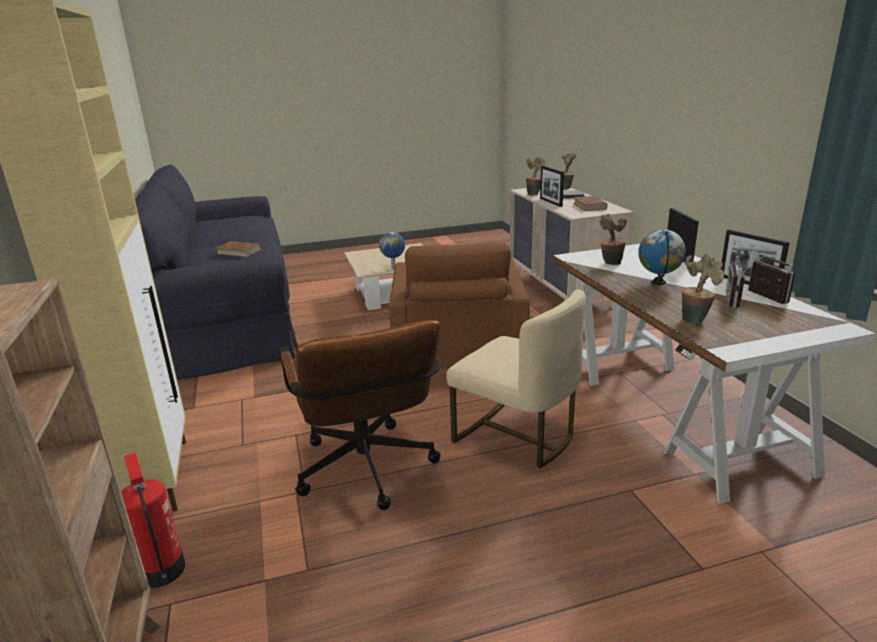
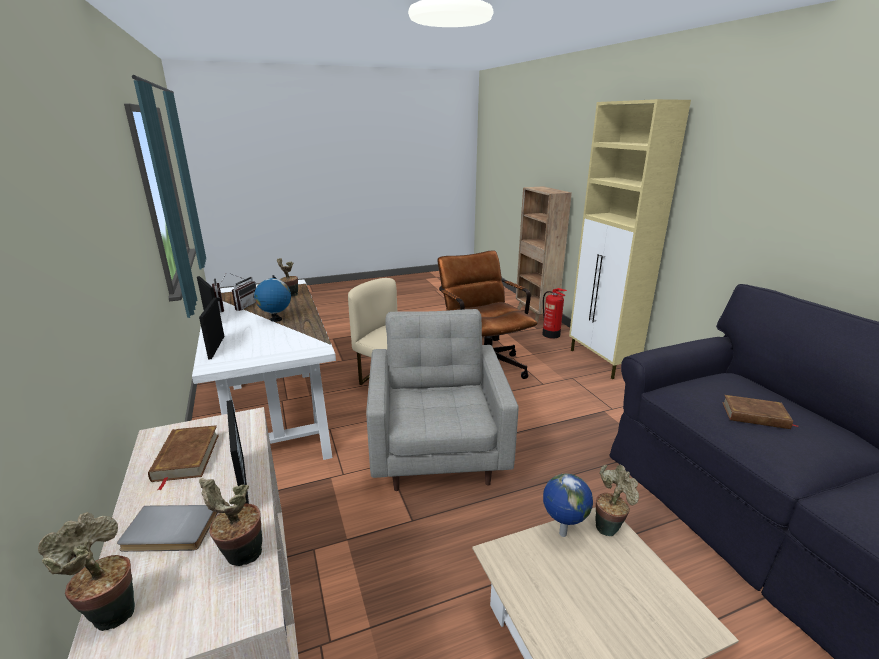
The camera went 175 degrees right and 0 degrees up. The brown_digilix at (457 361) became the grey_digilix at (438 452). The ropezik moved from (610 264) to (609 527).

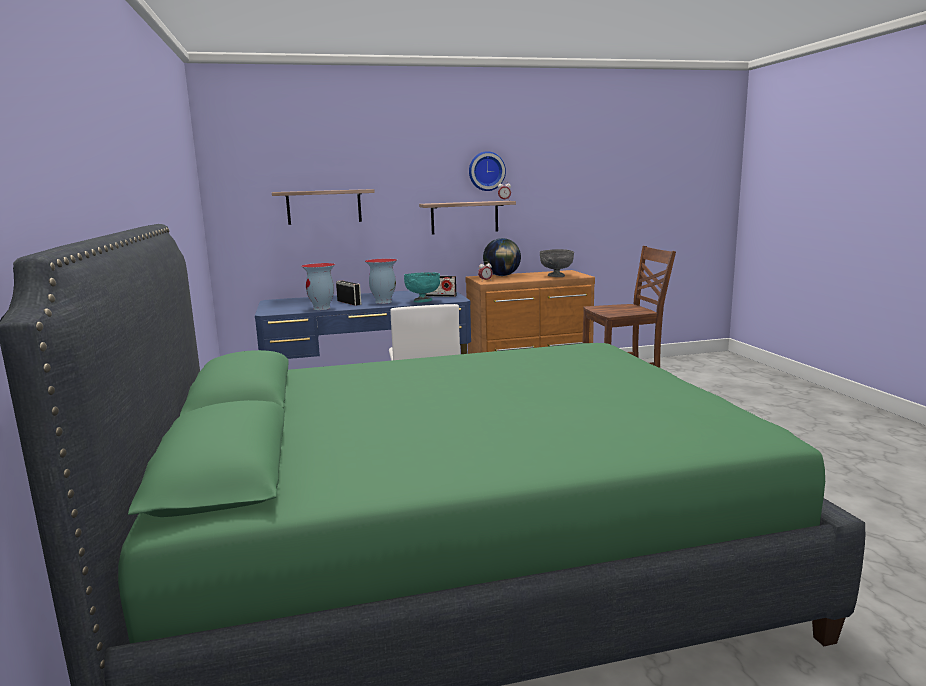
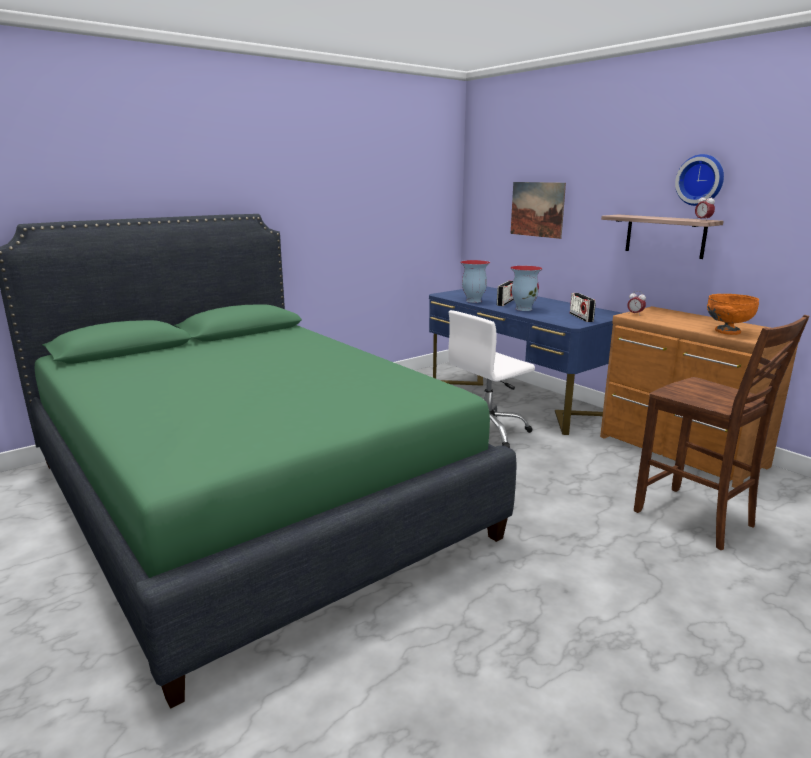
The camera went 65 degrees right and 5 degrees up. The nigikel at (324 207) was replaced by the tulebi at (537 209). The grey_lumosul at (556 276) became the orange_lumosul at (727 332). The turquoise_lumosul at (423 301) disappeared. The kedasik at (502 276) disappeared.

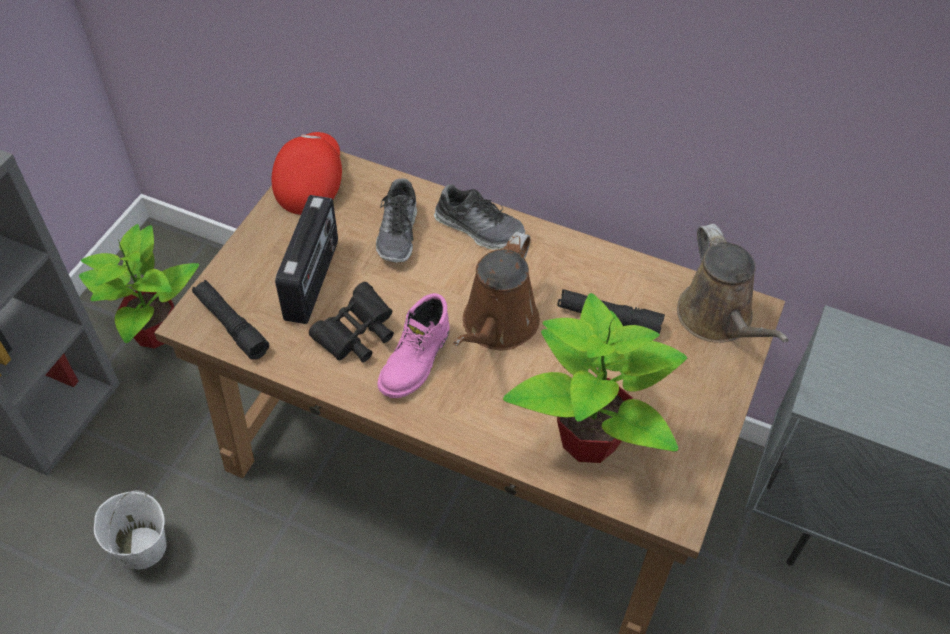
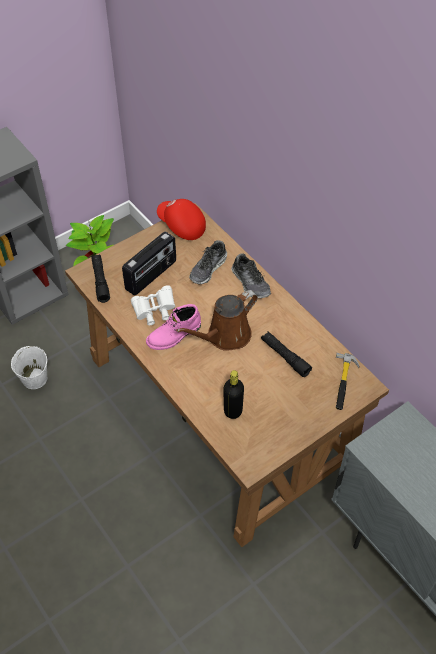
The camera went 30 degrees right and 0 degrees up. The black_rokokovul at (357 336) became the white_rokokovul at (154 311). The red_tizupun at (309 183) turned 90 degrees counterclockwise. The ropezik at (590 439) was replaced by the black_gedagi at (233 411). The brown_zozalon at (718 319) was replaced by the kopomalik at (343 382).

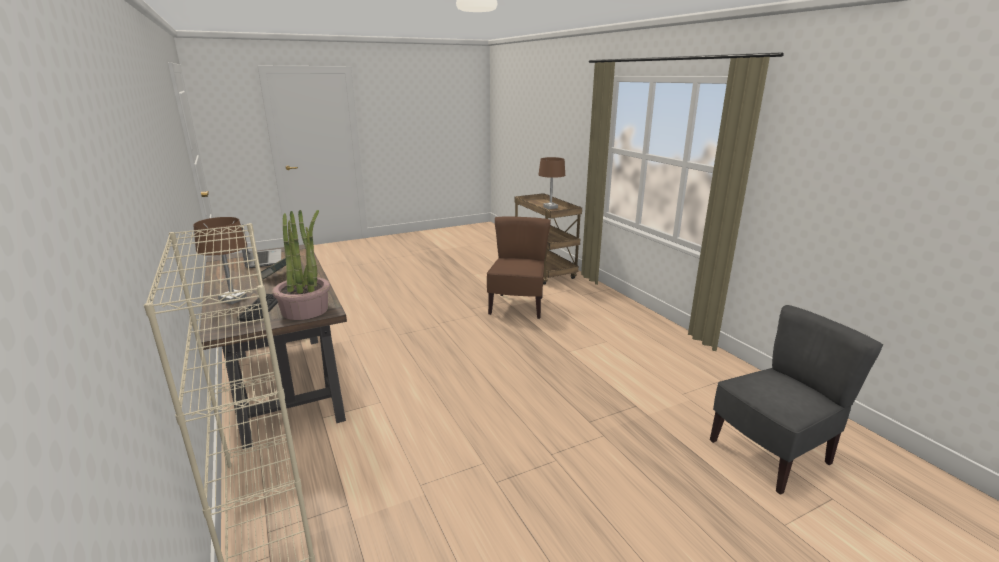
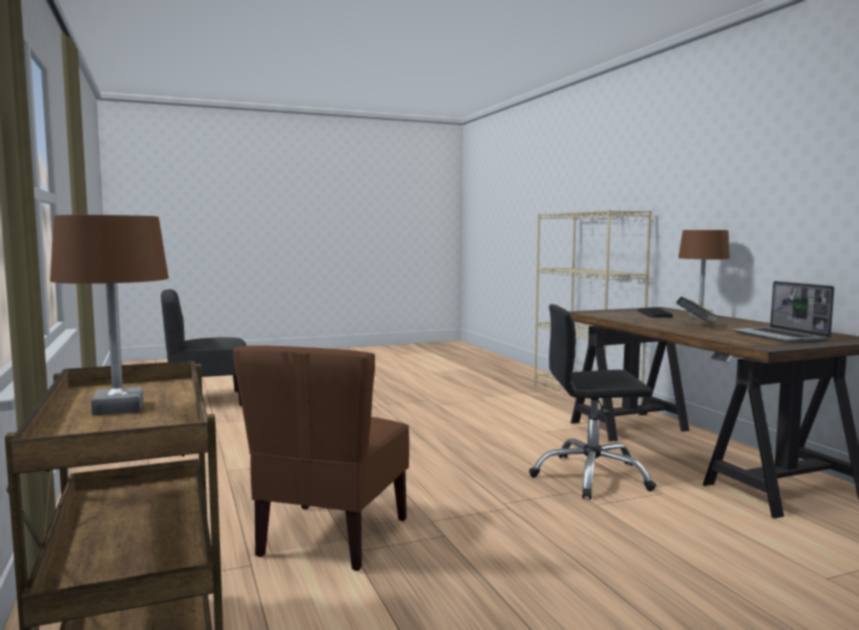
The camera went 175 degrees left and 15 degrees down. The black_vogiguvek at (591 476) appeared. The ropezik at (305 309) disappeared.

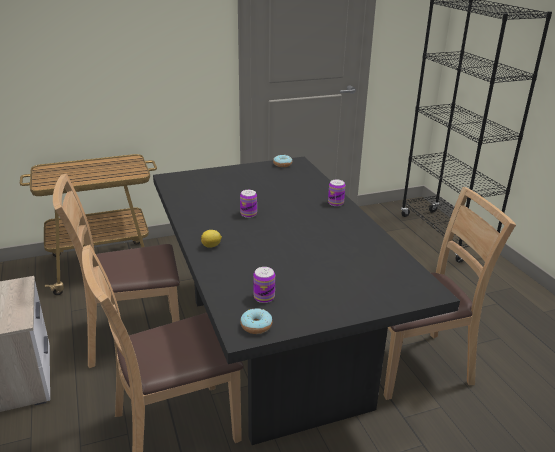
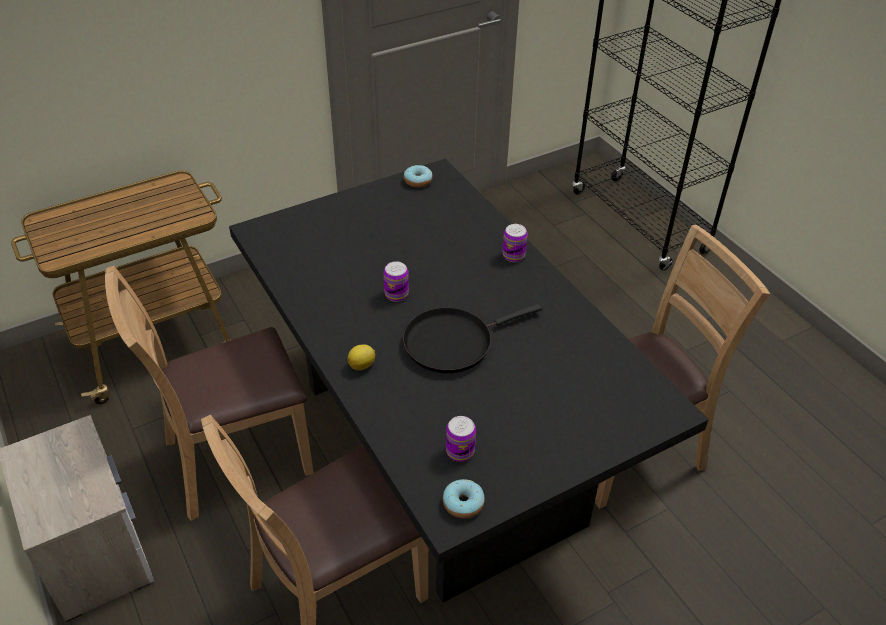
The camera went 10 degrees left and 15 degrees up. The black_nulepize at (453 342) appeared.

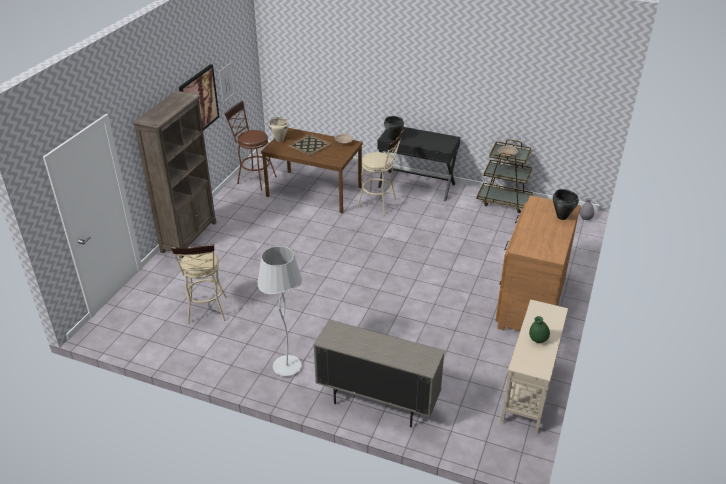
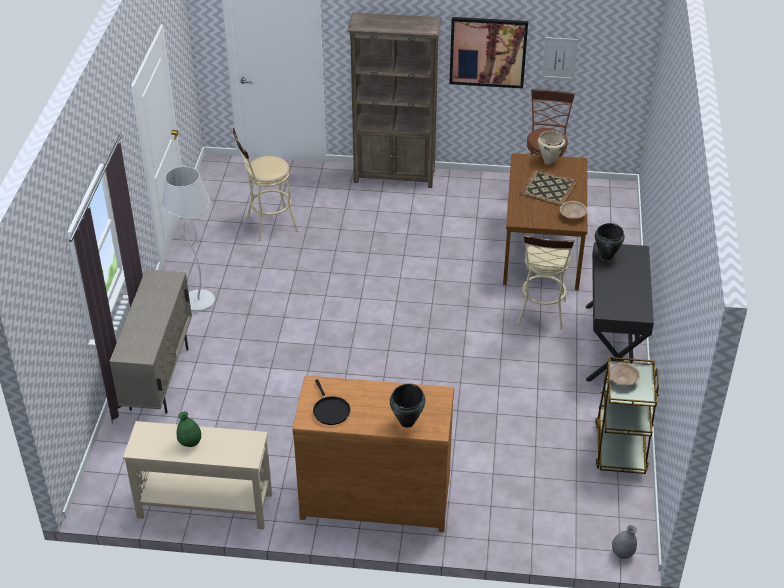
The camera went 75 degrees right and 5 degrees up. The black_nulepize at (330 410) appeared.

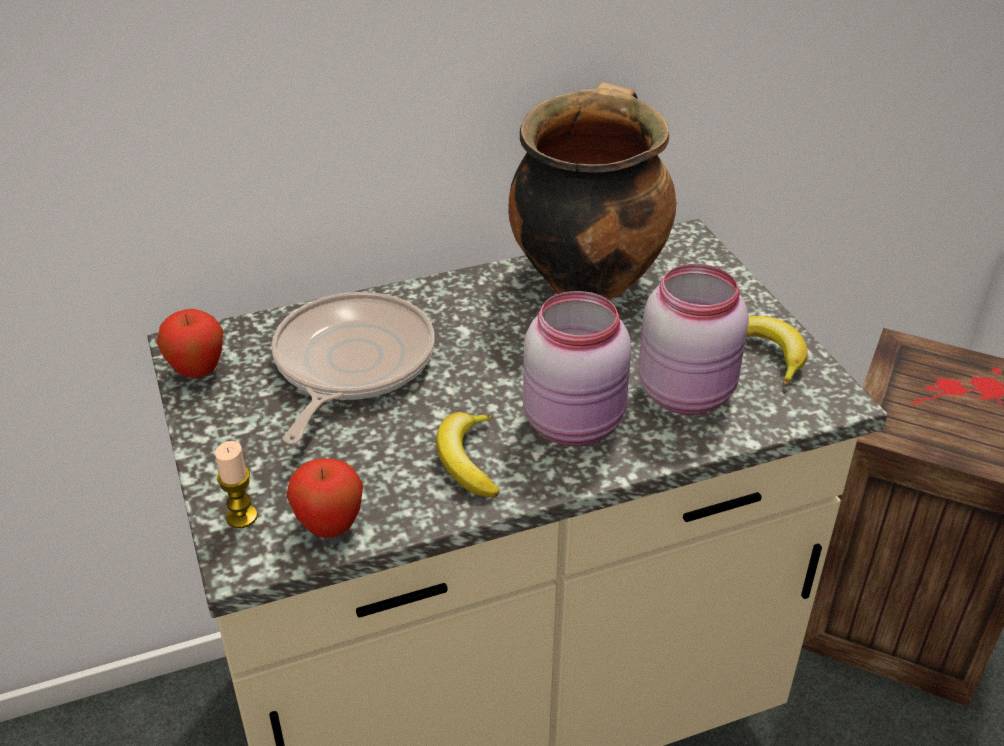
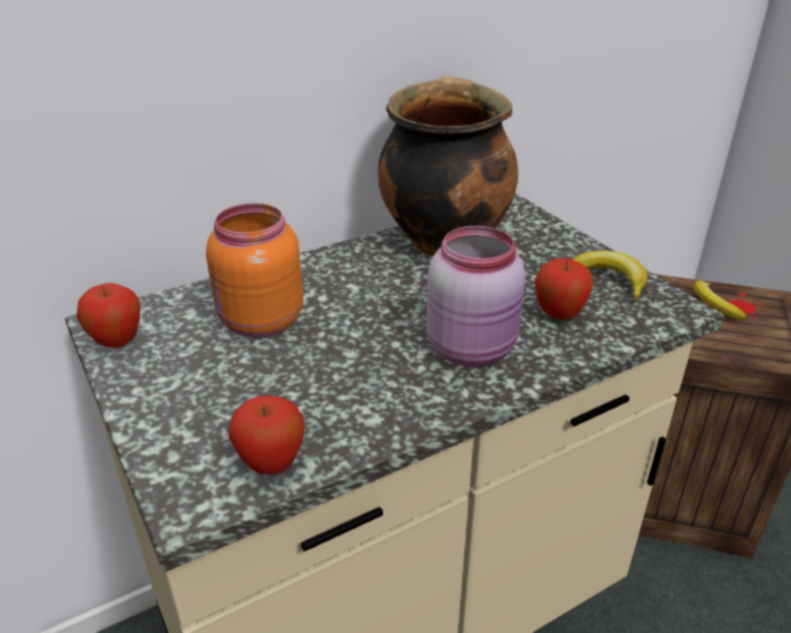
The camera went 10 degrees left and 5 degrees down. The nulepize at (350 364) was replaced by the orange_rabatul at (259 323). The pink_rabatul at (688 392) was replaced by the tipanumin at (558 315). The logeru moved from (468 460) to (713 305). The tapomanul at (241 517) disappeared.

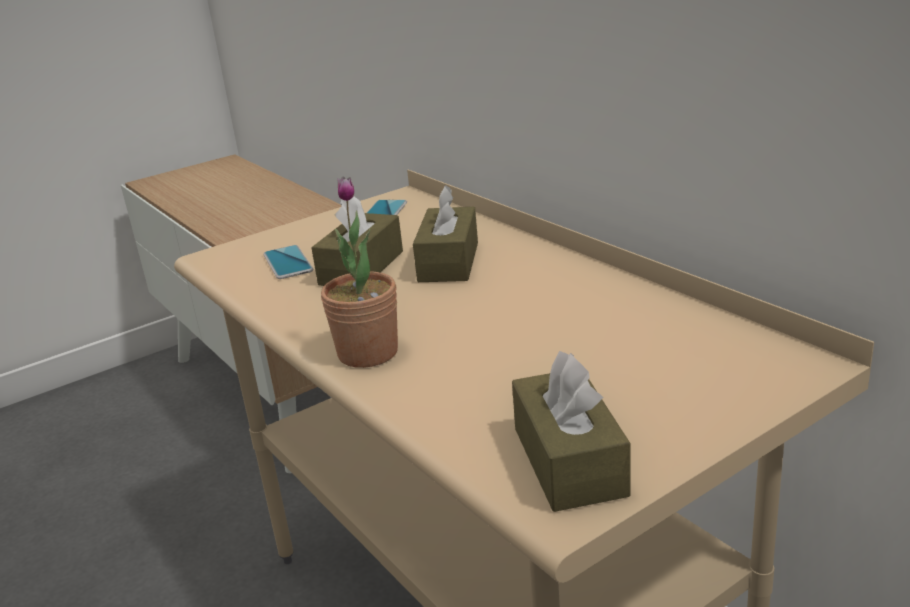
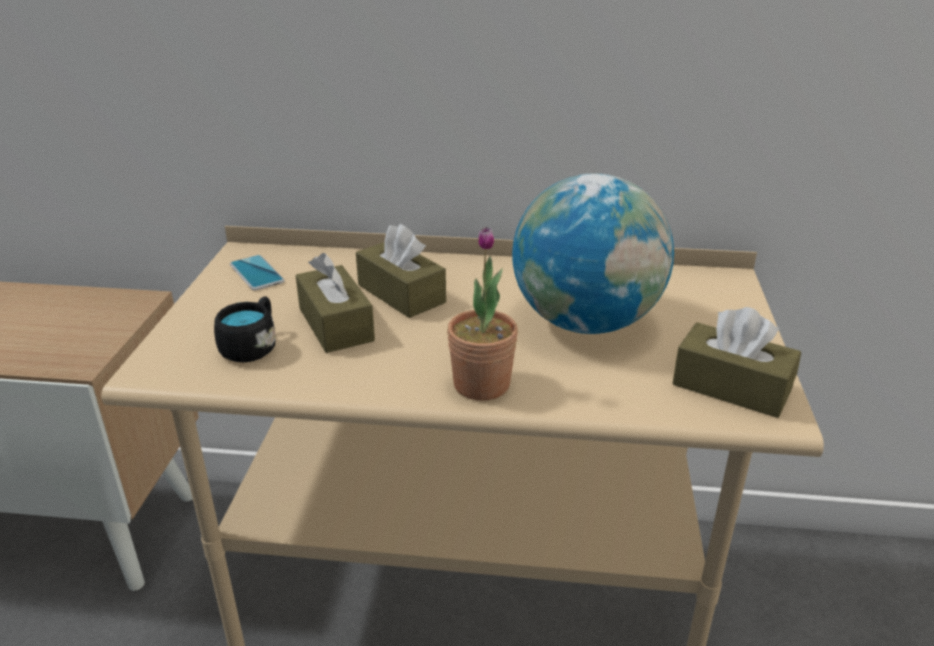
The camera went 50 degrees left and 5 degrees up. The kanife at (288 263) was replaced by the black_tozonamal at (252 346). The kedasik at (586 322) appeared.

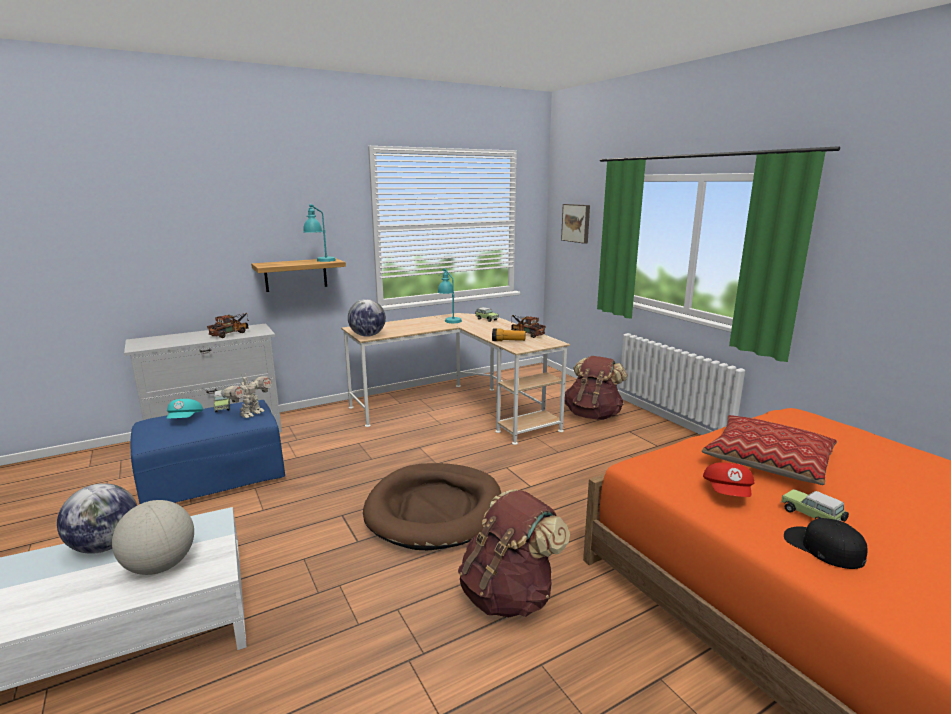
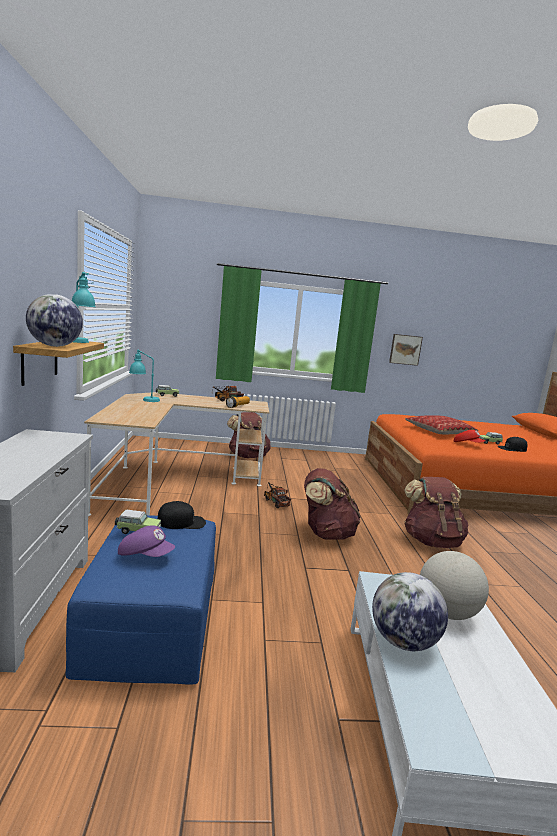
The camera went 65 degrees left and 5 degrees down. The kedasik moved from (367 335) to (55 346). The turquoise_tizupun at (185 419) became the purple_tizupun at (146 555). The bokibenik at (251 414) was replaced by the black_tizupun at (181 522). The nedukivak moved from (231 333) to (275 502). The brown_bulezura at (435 509) was replaced by the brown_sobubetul at (326 534). The tulebi moved from (576 223) to (405 349).

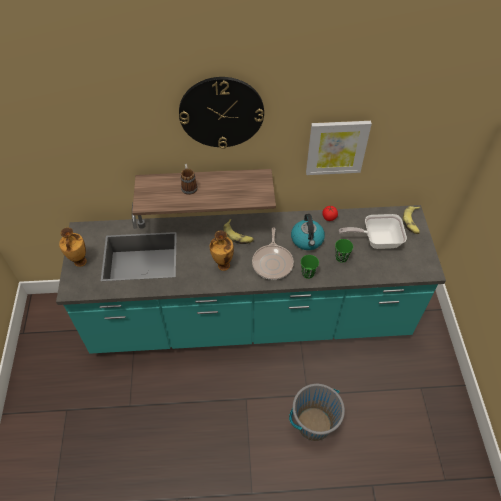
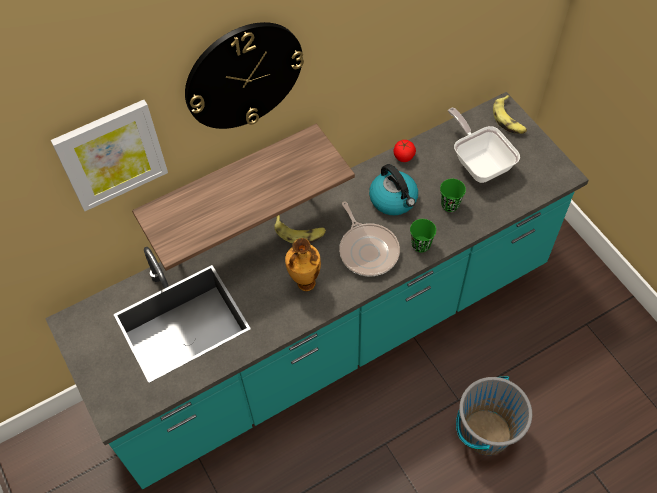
The camera went 25 degrees left and 5 degrees up. The tulebi moved from (336 147) to (111 154). The nulepize at (376 240) turned 90 degrees clockwise. The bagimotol at (80 262) disappeared. The tozonamal at (189 186) disappeared.

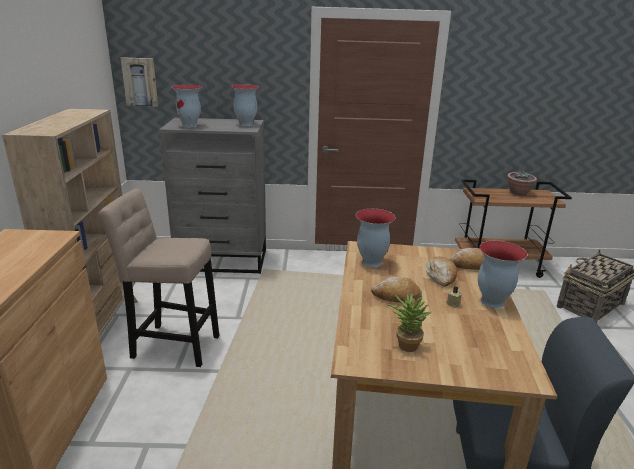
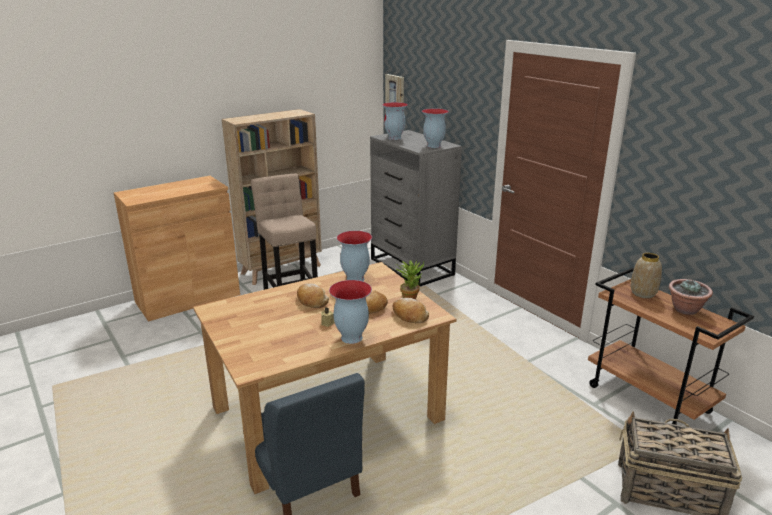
The camera went 55 degrees right and 0 degrees up. The ropezik moved from (405 344) to (410 296). The bagimotol at (643 293) appeared.

